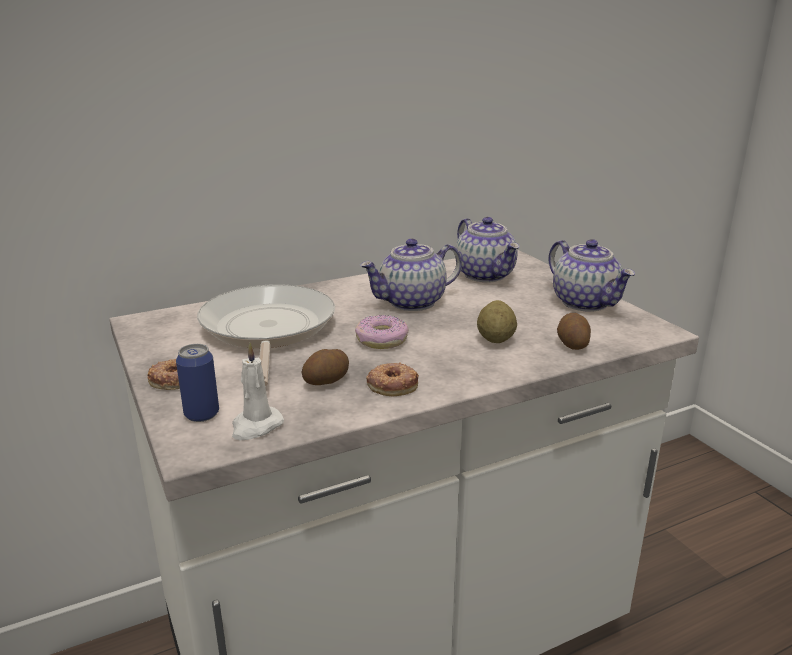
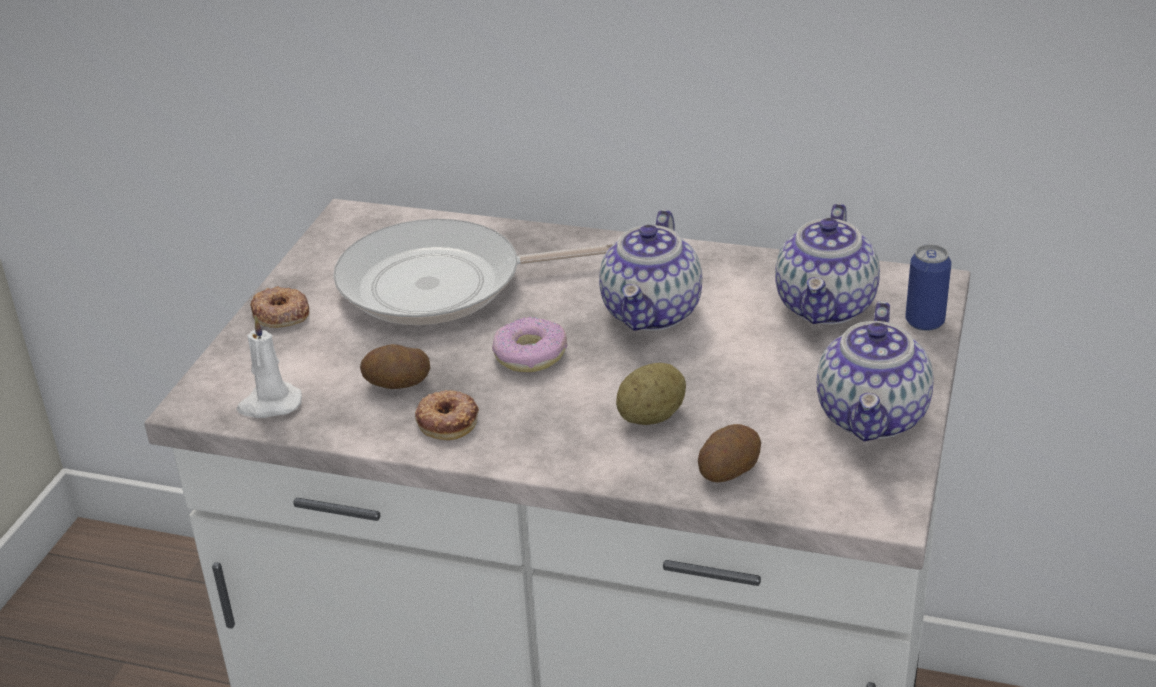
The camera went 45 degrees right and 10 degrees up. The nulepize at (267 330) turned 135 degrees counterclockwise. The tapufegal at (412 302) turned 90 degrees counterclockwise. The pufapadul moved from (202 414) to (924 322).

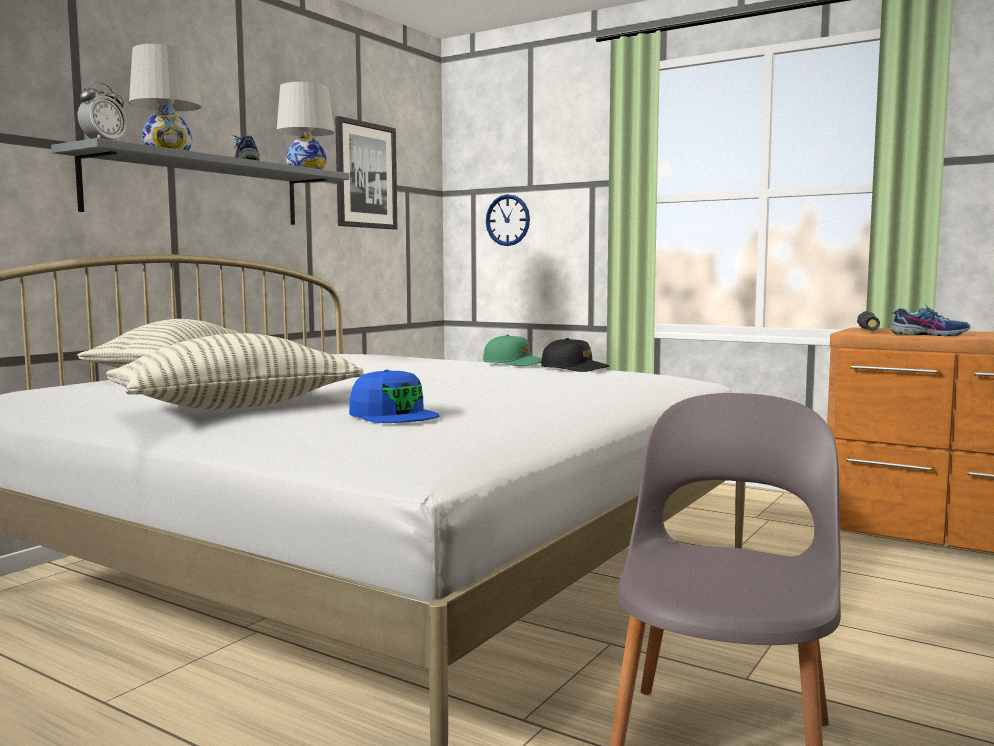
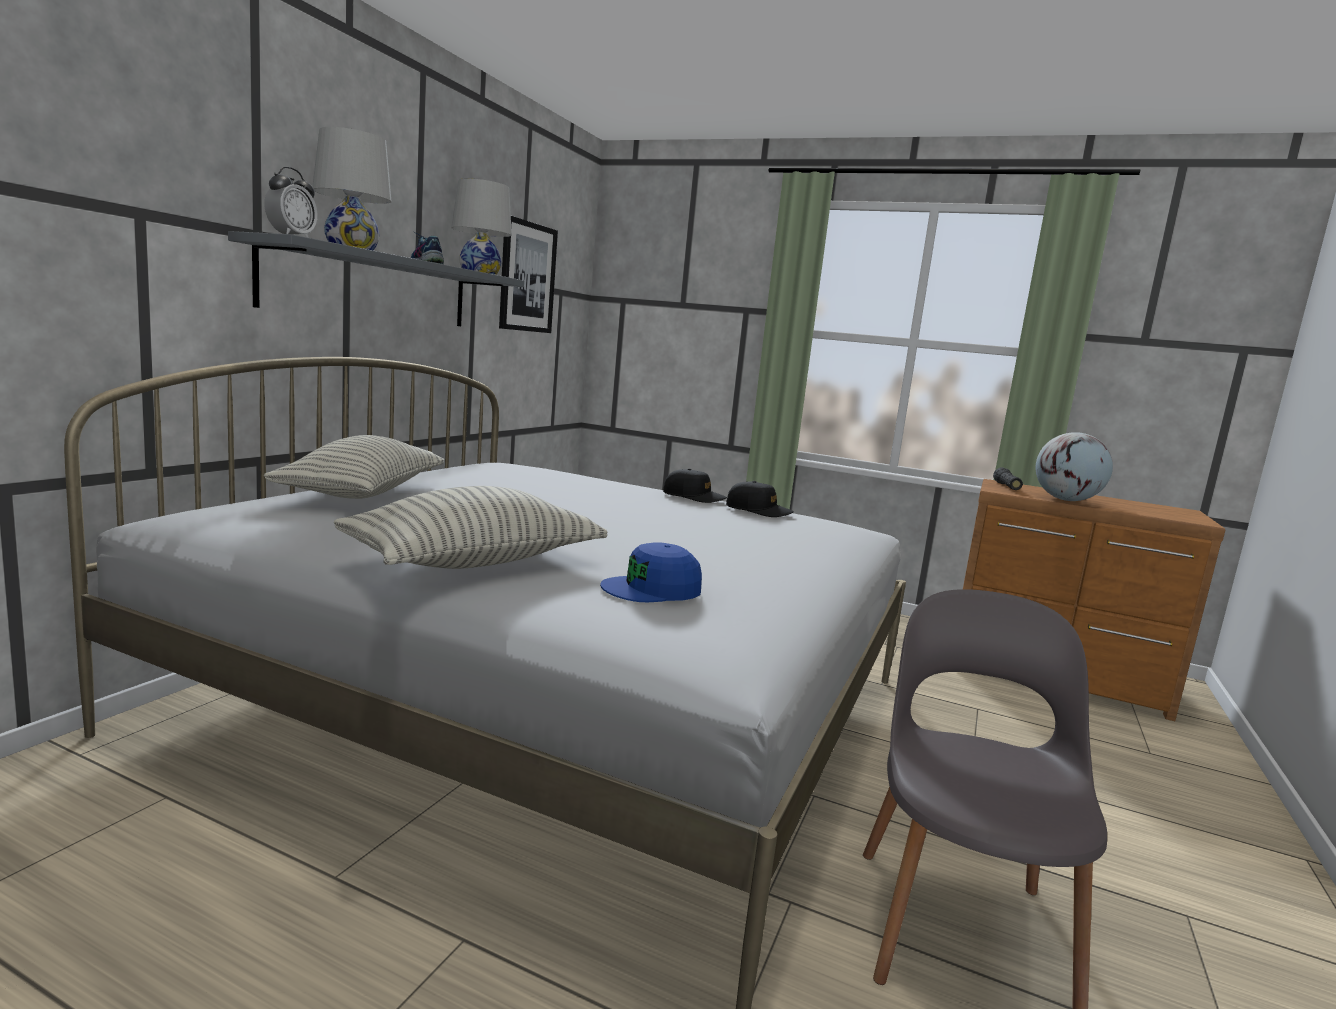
The camera went 10 degrees left and 5 degrees up. The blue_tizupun at (394 415) turned 120 degrees clockwise. The green_tizupun at (514 363) became the black_tizupun at (693 497). The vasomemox at (929 334) was replaced by the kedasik at (1066 500). The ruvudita at (508 220) disappeared.

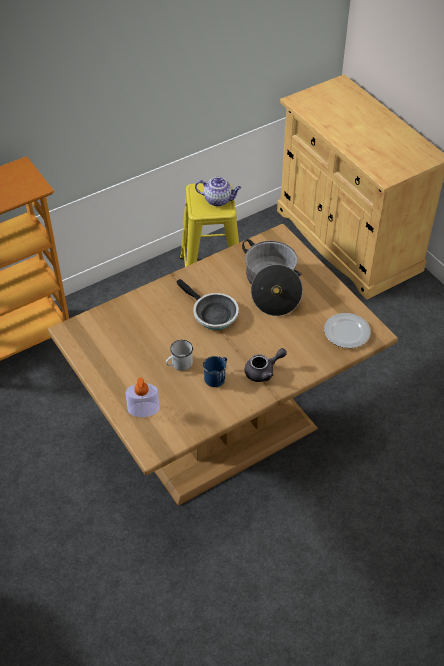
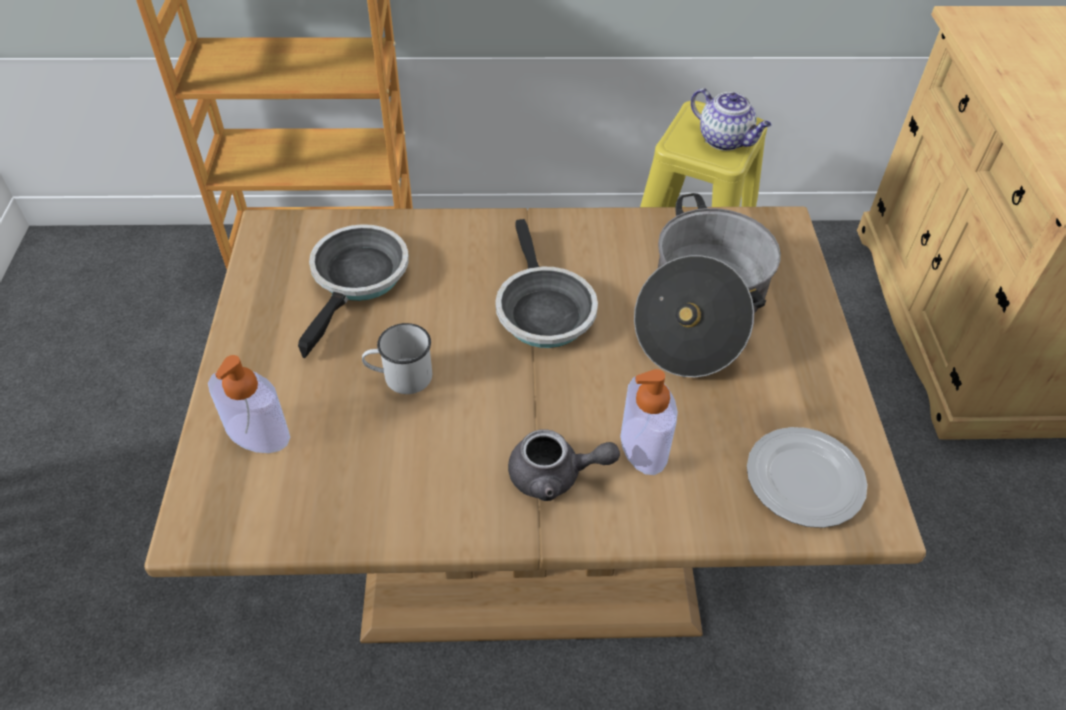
The camera went 30 degrees right and 0 degrees up. The nulepize at (358 280) appeared. The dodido at (643 446) appeared. The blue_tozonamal at (217 376) disappeared.

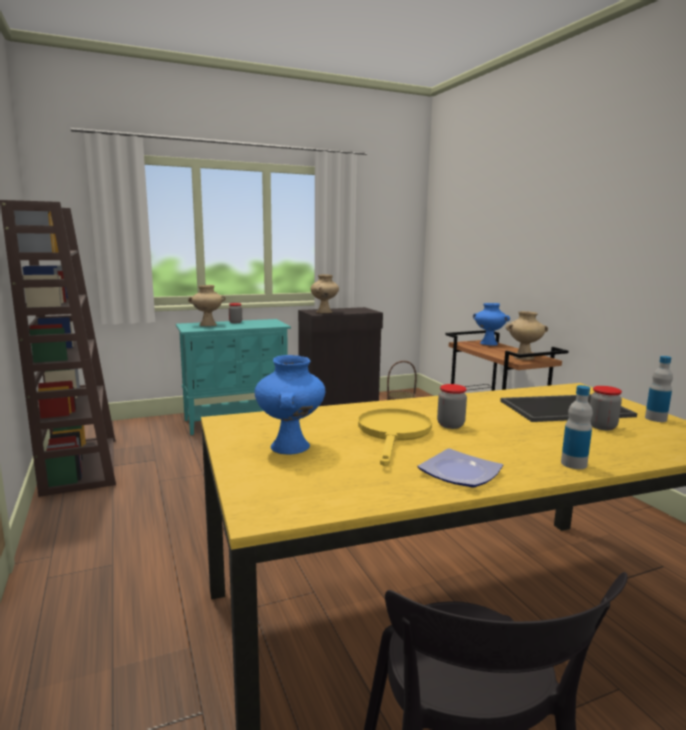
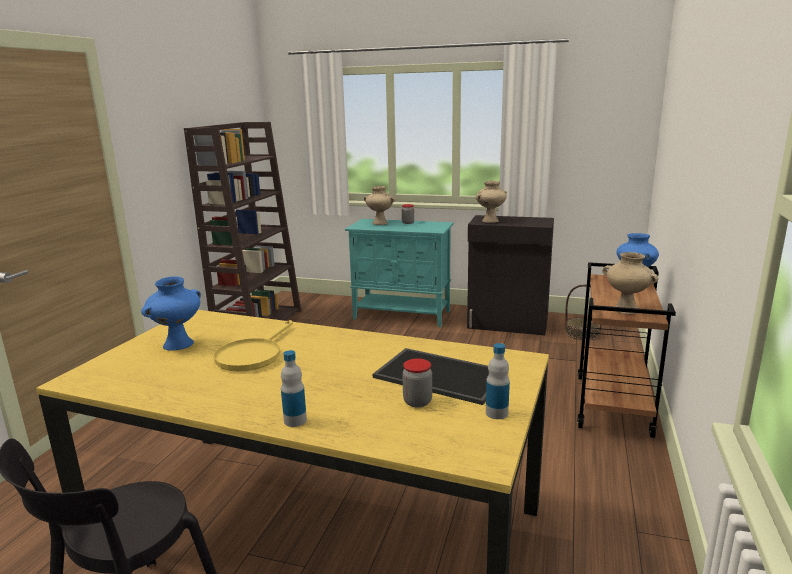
The camera went 40 degrees right and 5 degrees up. The yellow_nulepize at (394 434) turned 150 degrees clockwise. The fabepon at (459 472) disappeared. The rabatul at (450 425) disappeared.

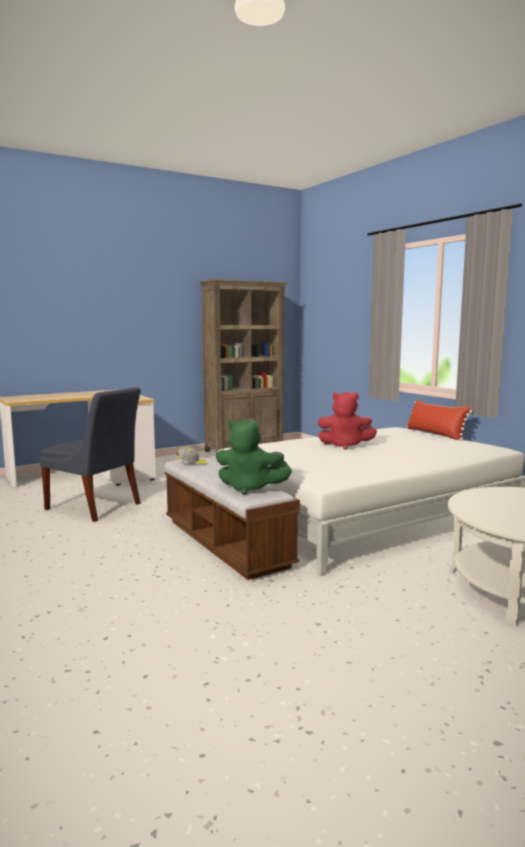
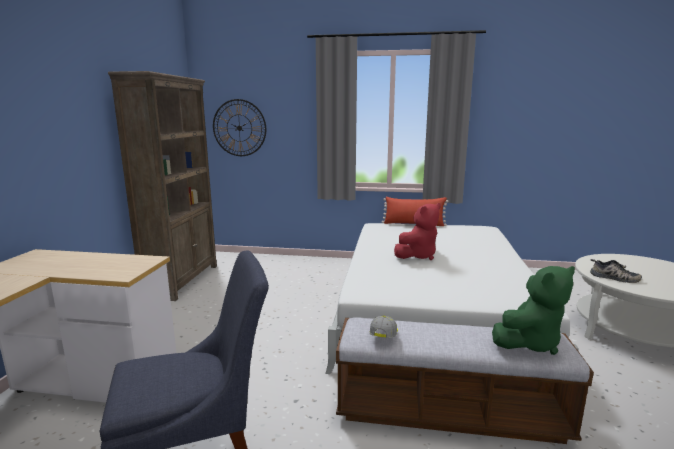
The camera went 50 degrees left and 5 degrees up. The ruvudita at (239 128) appeared. The vasomemox at (614 278) appeared.

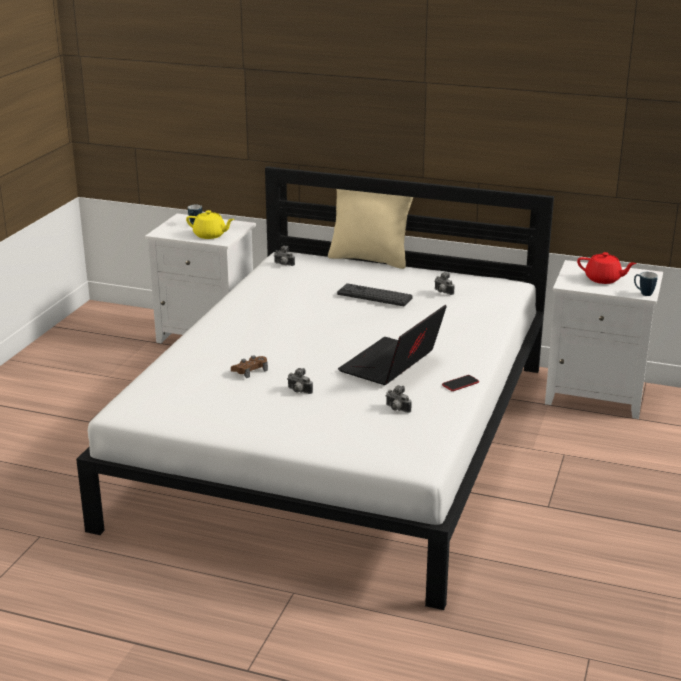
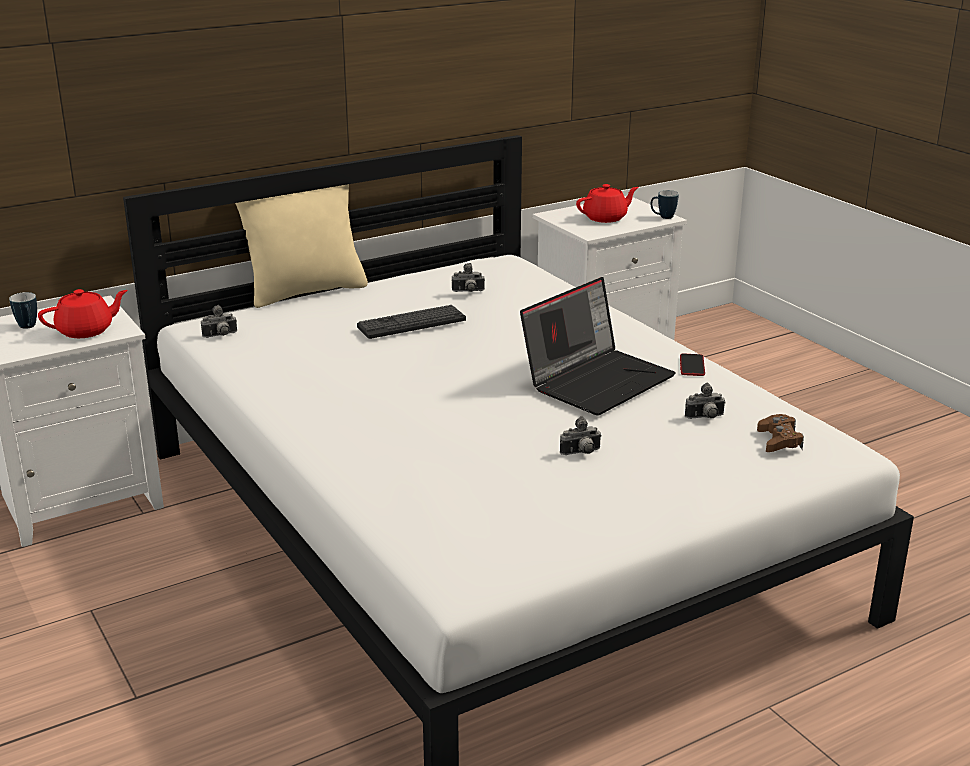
The camera went 50 degrees left and 0 degrees up. The yellow_tapufegal at (210 235) became the red_tapufegal at (86 331). The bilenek at (391 365) turned 120 degrees counterclockwise. The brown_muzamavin moved from (250 370) to (779 440).

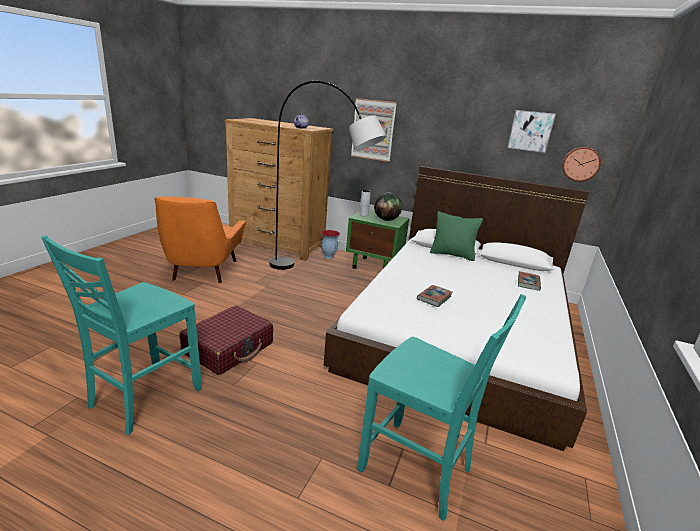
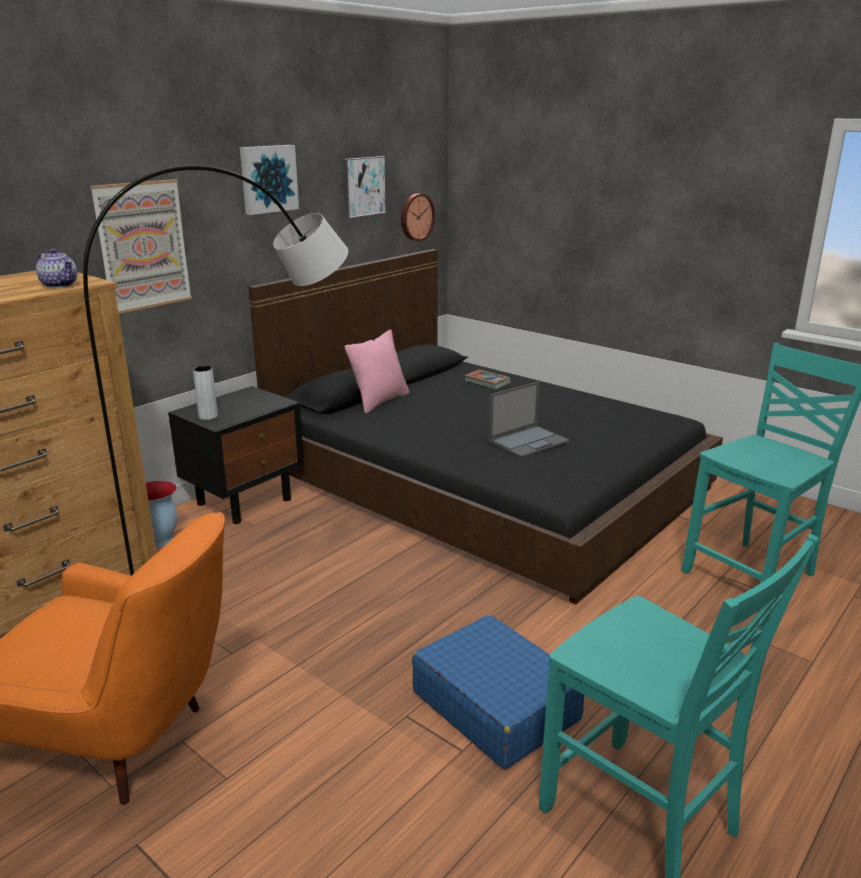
The camera went 70 degrees left and 0 degrees up. The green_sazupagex at (374 266) became the black_sazupagex at (245 500). The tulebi at (268 179) appeared. The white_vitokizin at (461 329) became the black_vitokizin at (484 479). The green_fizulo at (452 255) became the pink_fizulo at (379 401). The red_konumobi at (229 348) became the blue_konumobi at (495 705). The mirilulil at (434 298) was replaced by the bilenek at (529 441). The kedasik at (386 220) disappeared.

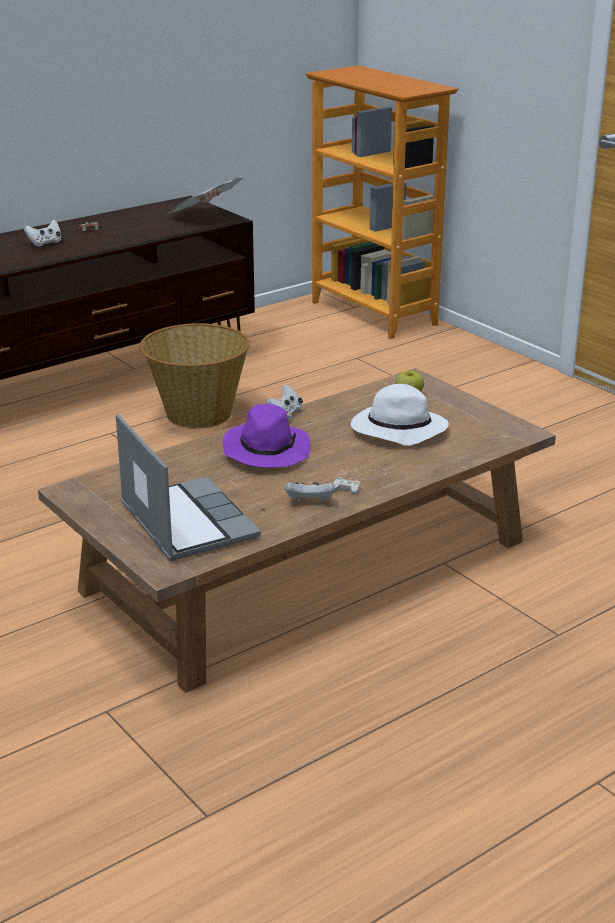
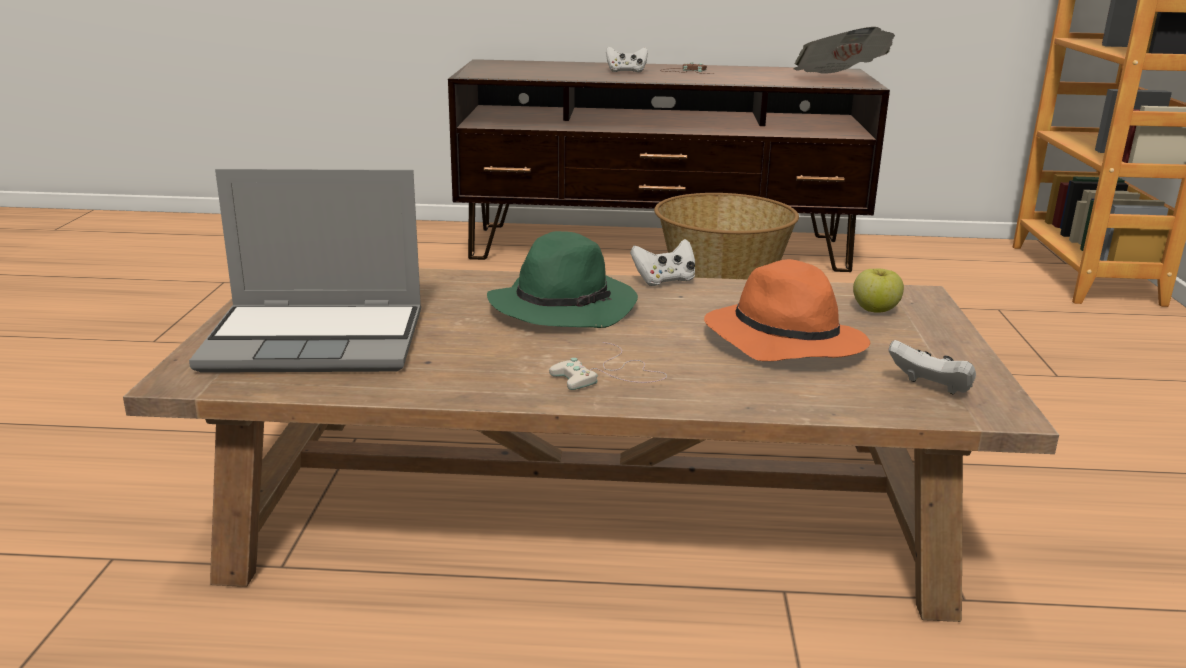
The camera went 40 degrees right and 5 degrees down. The bilenek at (186 522) turned 75 degrees clockwise. The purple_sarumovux at (266 451) became the green_sarumovux at (564 306). The white_sarumovux at (397 430) became the orange_sarumovux at (781 341). The white_muzamavin moved from (310 502) to (930 388).

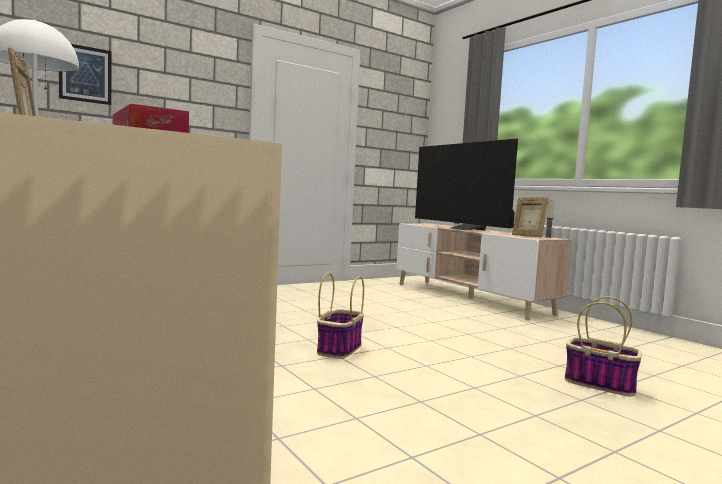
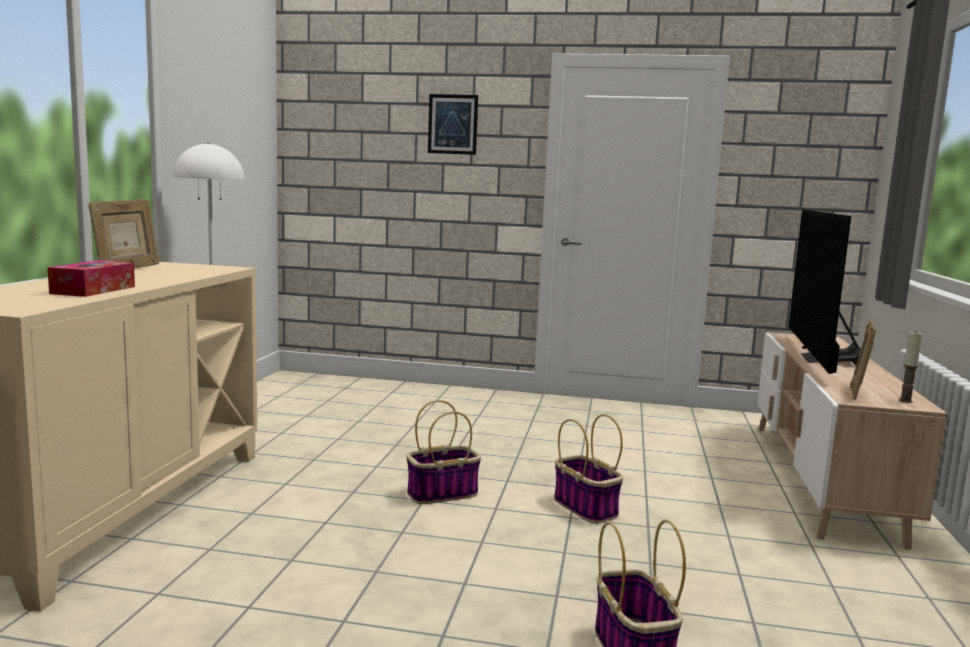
The camera went 45 degrees right and 5 degrees up. The tulebi moved from (85 74) to (452 124). The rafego at (586 508) appeared.

